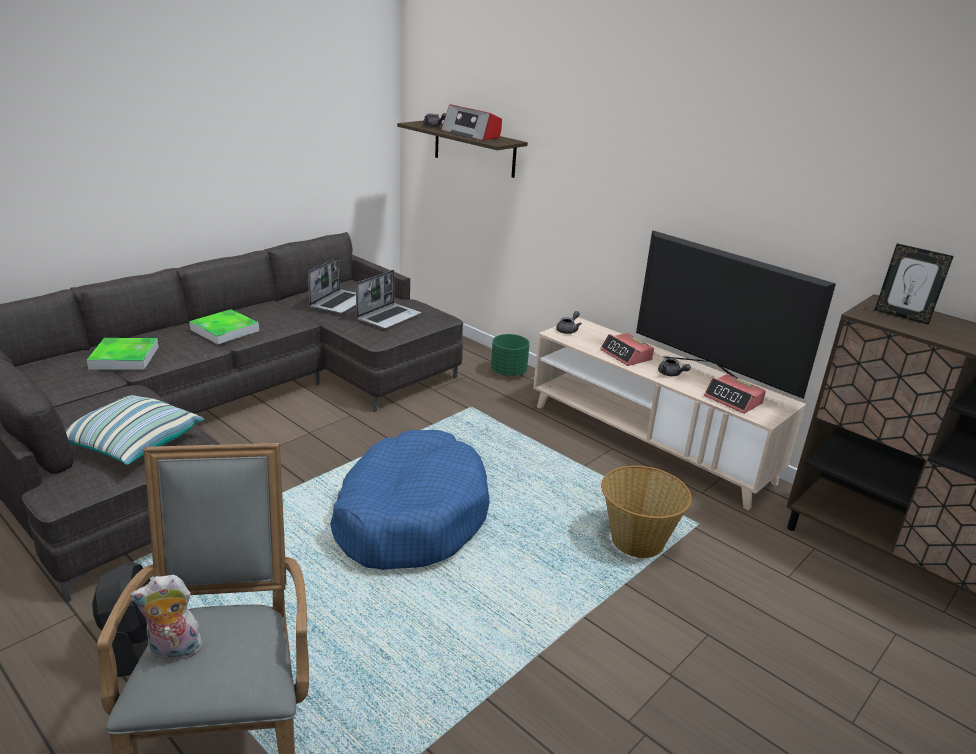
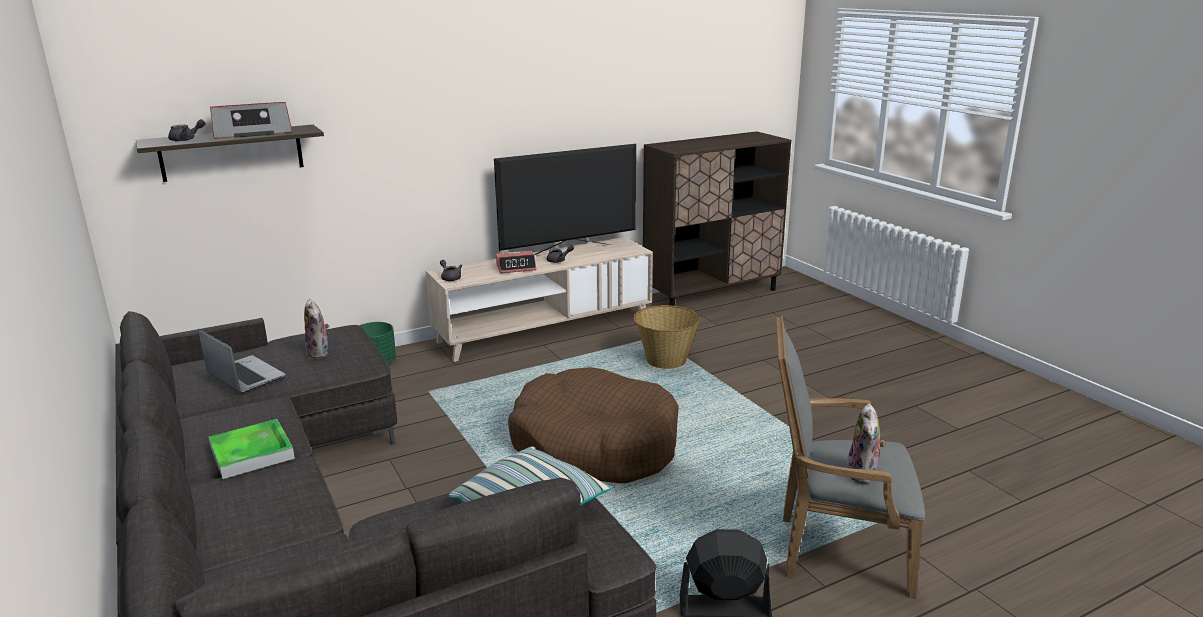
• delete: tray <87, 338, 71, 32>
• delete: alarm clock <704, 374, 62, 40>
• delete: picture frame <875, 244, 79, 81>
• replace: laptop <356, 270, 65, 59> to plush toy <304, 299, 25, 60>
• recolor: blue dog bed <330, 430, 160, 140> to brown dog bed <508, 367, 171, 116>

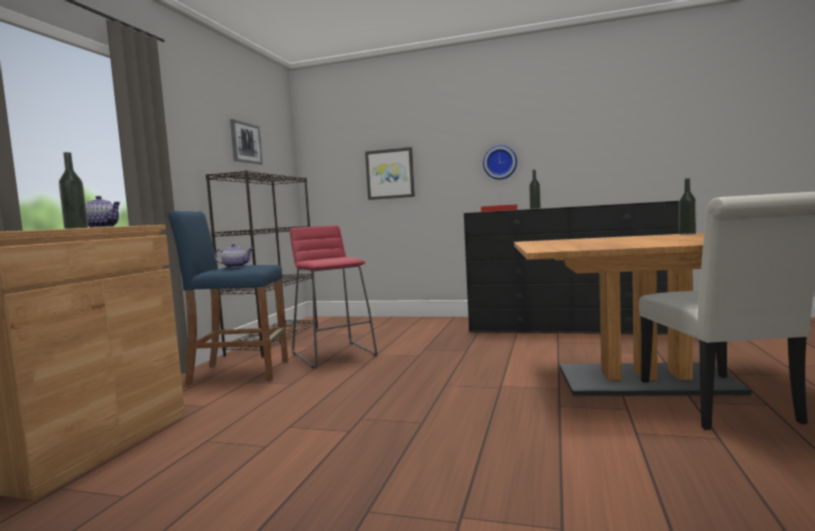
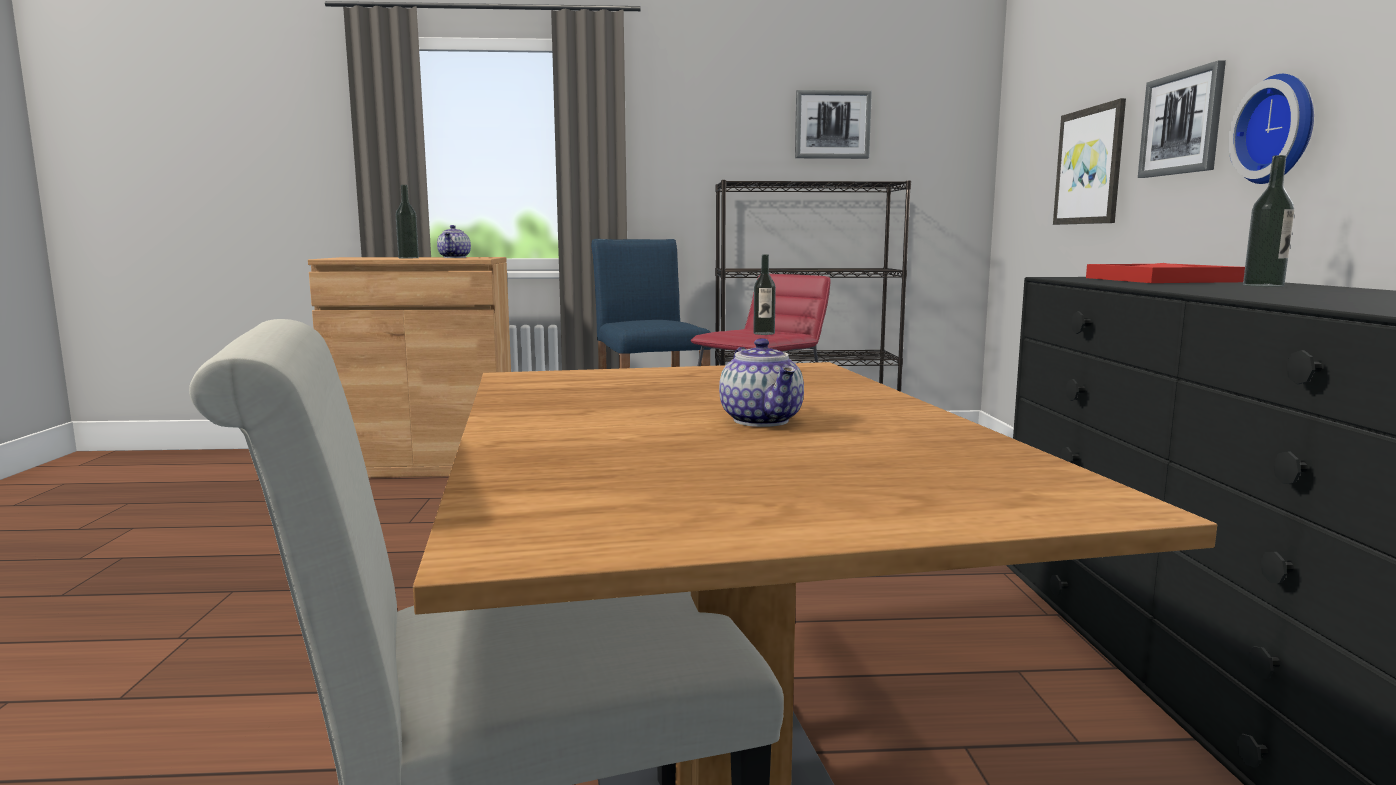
• insert: picture <1138, 60, 88, 118>
• move: teapot <214, 244, 39, 24> to <719, 338, 85, 89>
• move: bottle <679, 178, 17, 57> to <753, 255, 23, 80>

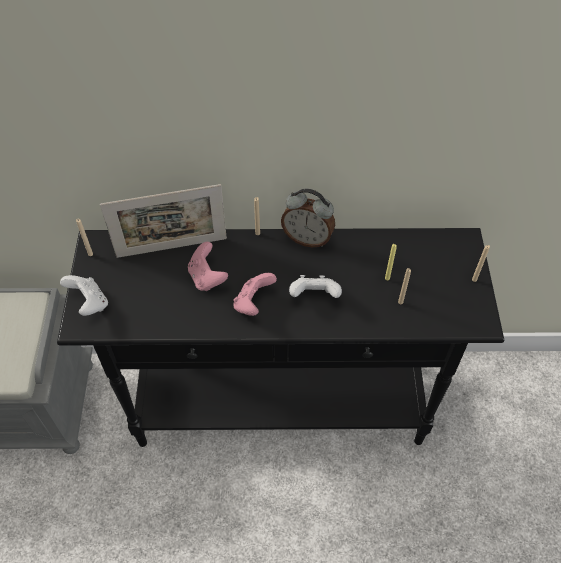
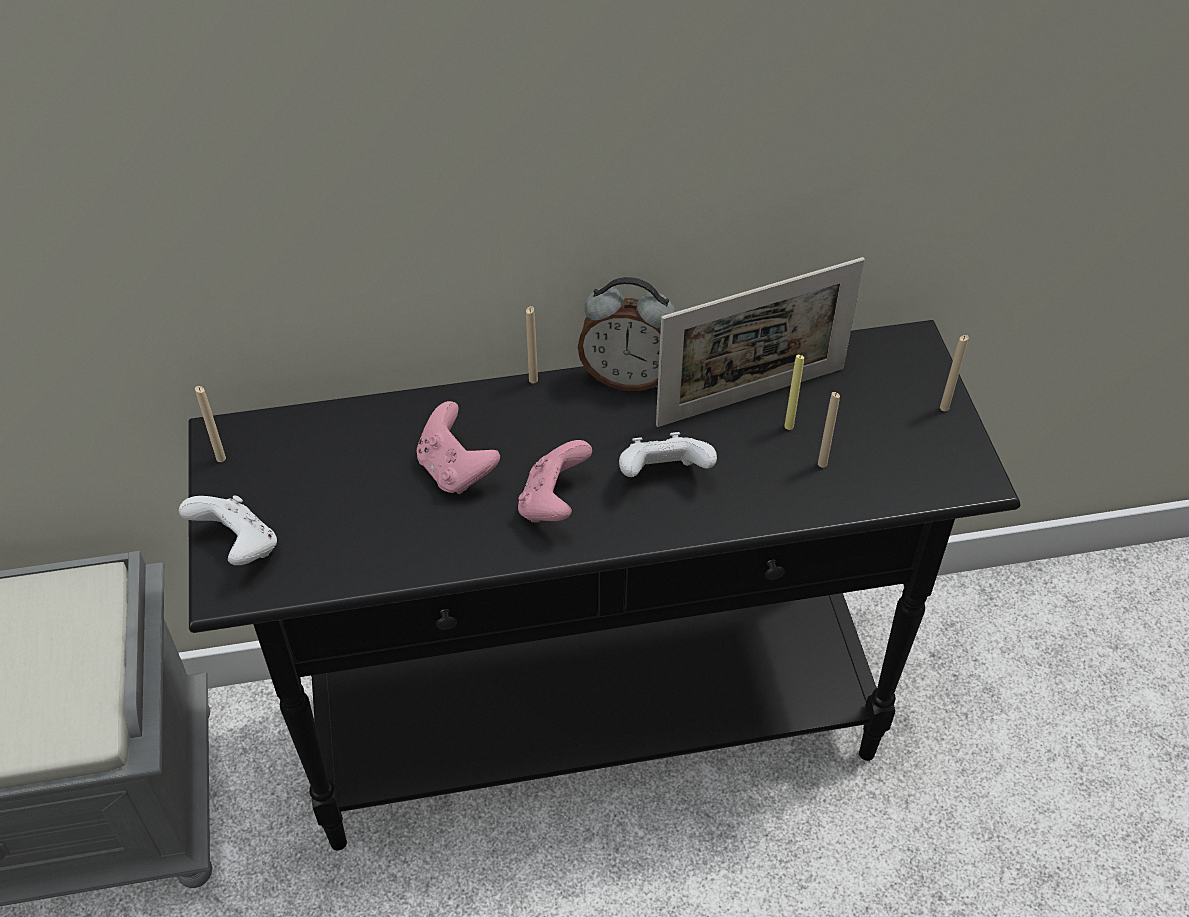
• move: picture frame <100, 184, 127, 74> to <656, 257, 209, 170>

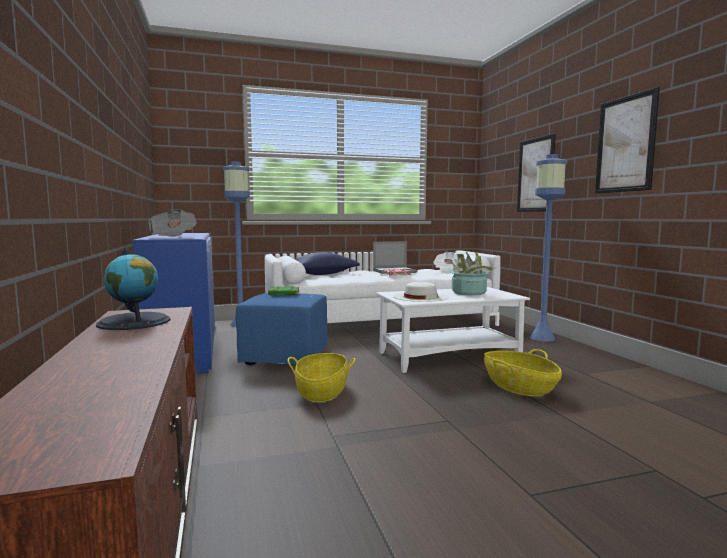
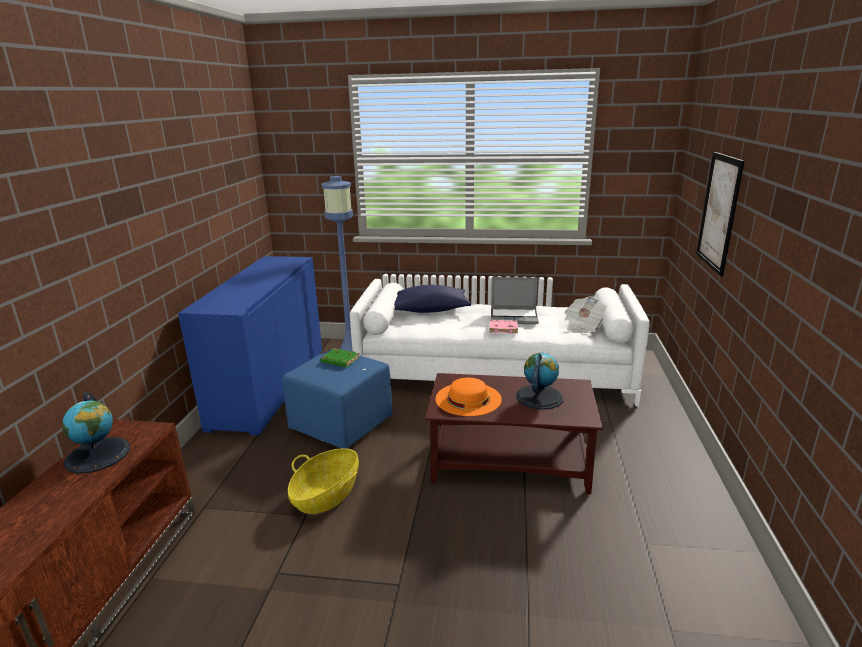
• delete: newspaper <148, 209, 49, 28>
• delete: basket <484, 349, 78, 47>
• delete: blue floor lamp <530, 154, 37, 188>
• delete: picture <595, 87, 65, 107>
• replace: potted plant <450, 252, 47, 44> to globe <516, 353, 48, 57>
• recolor: white coffee table <376, 287, 154, 86> to brown coffee table <425, 373, 178, 121>
• recolor: white hat <393, 282, 56, 20> to orange hat <436, 378, 66, 38>

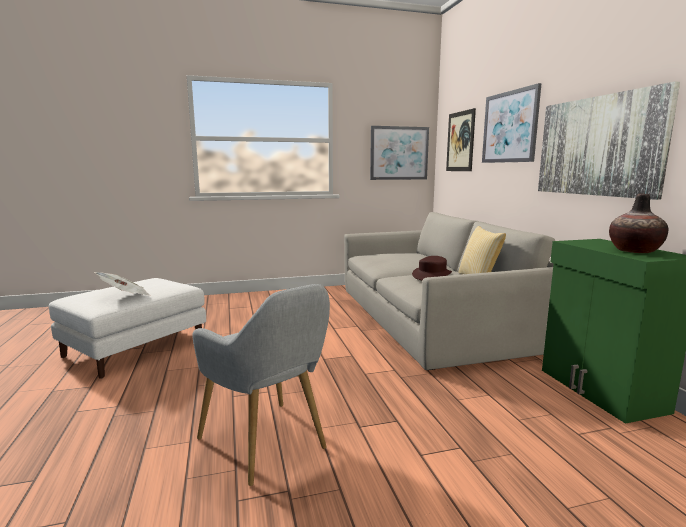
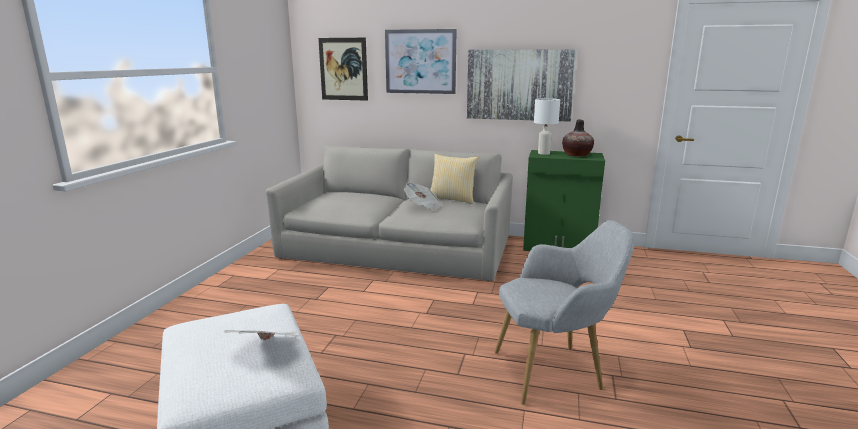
• delete: picture <370, 126, 59, 54>
• insert: white table lamp <534, 98, 26, 57>
• replace: brown hat <412, 256, 40, 25> to newspaper <404, 183, 37, 28>

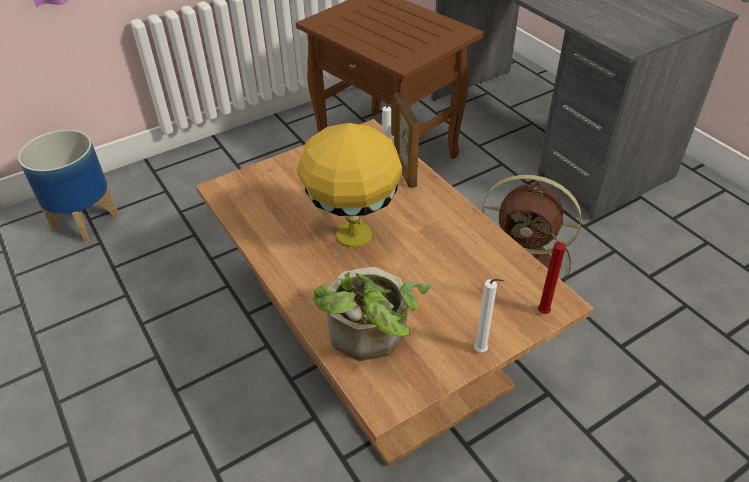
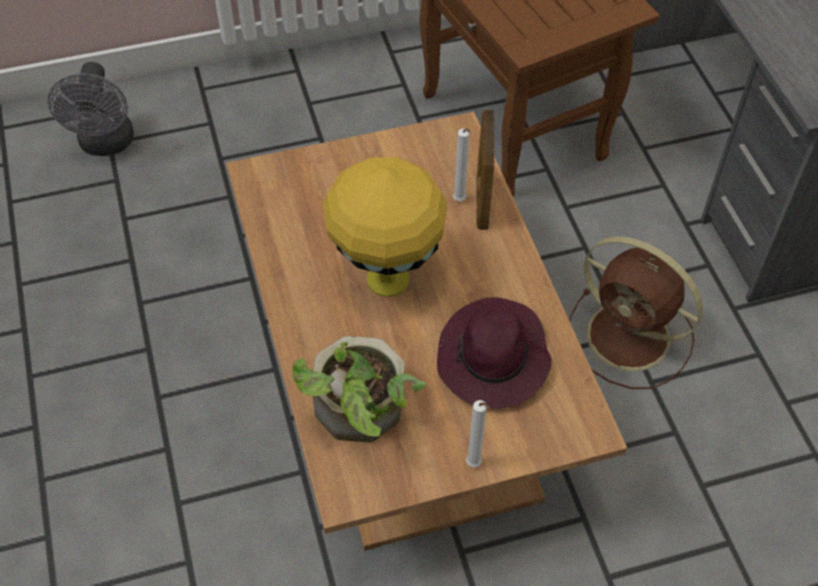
• delete: red candle <538, 233, 28, 81>
• insert: purple hat <437, 298, 114, 111>
• replace: planter <18, 130, 101, 113> to grey fan <48, 62, 86, 94>

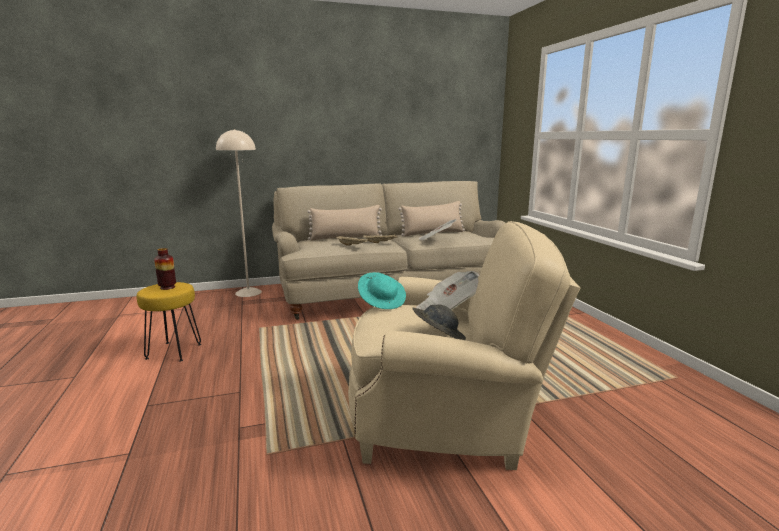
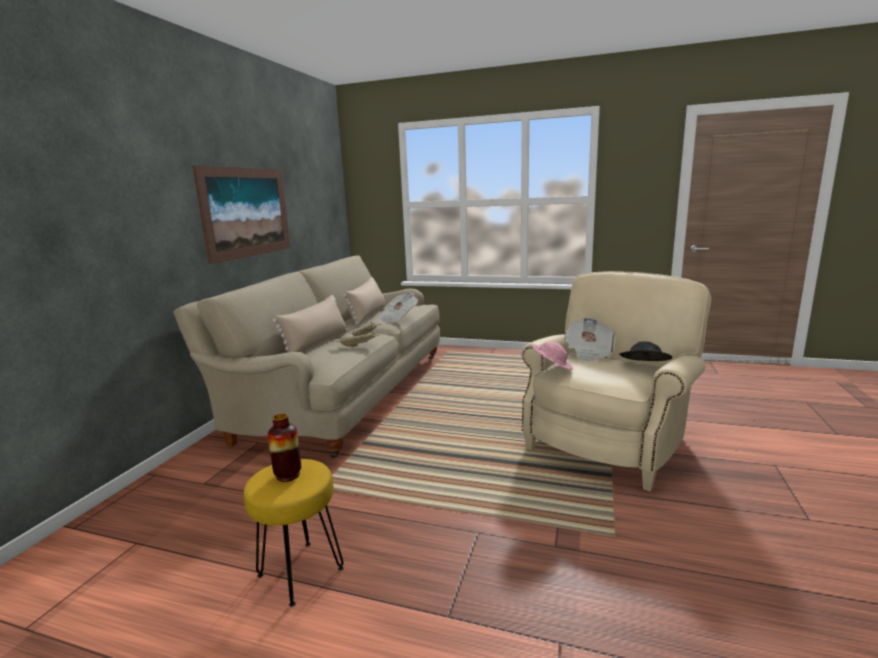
• delete: beige floor lamp <216, 129, 46, 168>
• insert: picture <192, 165, 99, 99>
• recolor: turquoise hat <358, 272, 48, 37> to pink hat <531, 342, 42, 28>

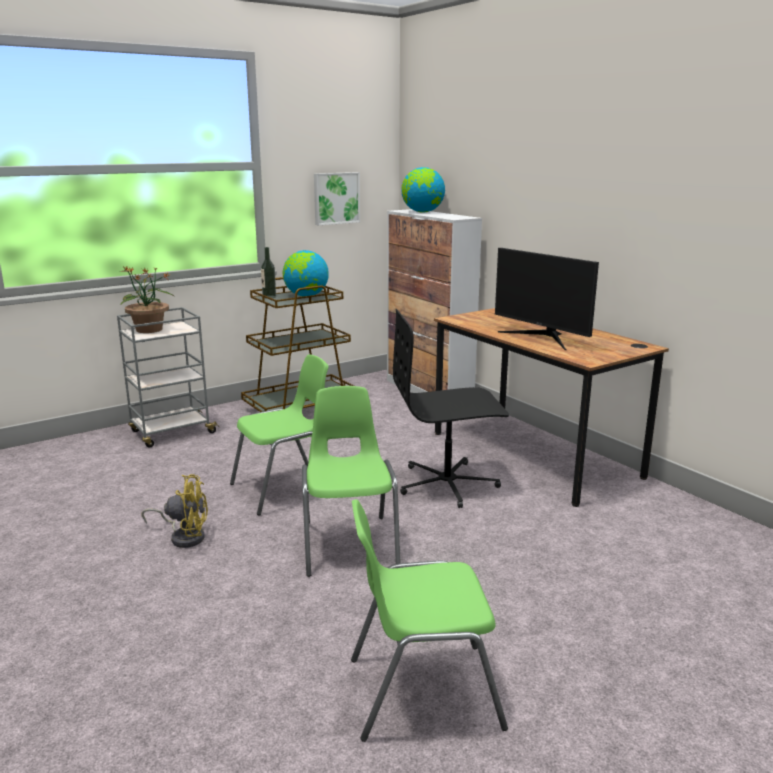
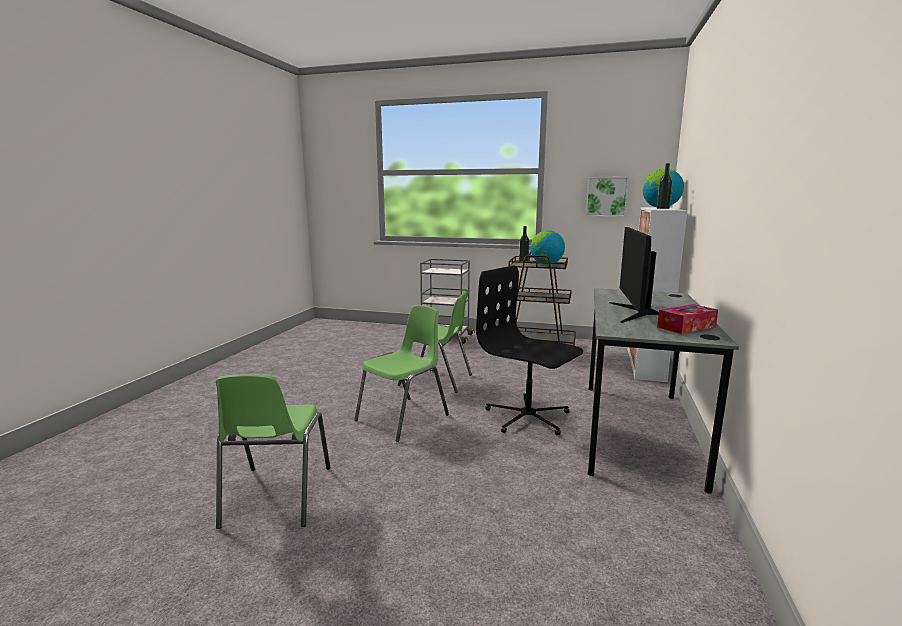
• delete: potted plant <120, 267, 55, 66>
• delete: yellow fan <141, 474, 67, 74>
• insert: bottle <657, 163, 15, 46>
• insert: tissue box <657, 304, 61, 30>
• recolor: brown desk <434, 308, 235, 199> to grey desk <587, 288, 152, 206>
• rotate: green chair <351, 499, 157, 243> = <216, 374, 114, 155> 135 degrees counterclockwise

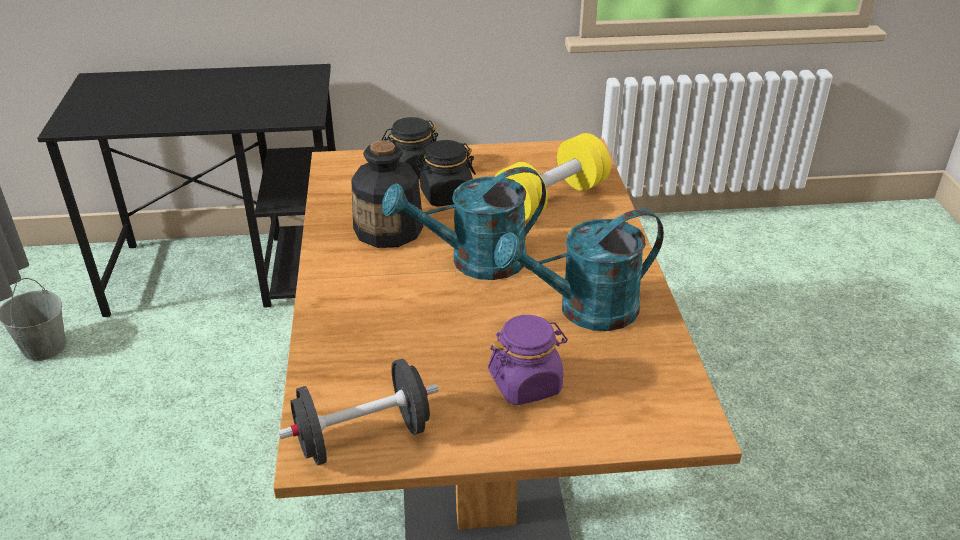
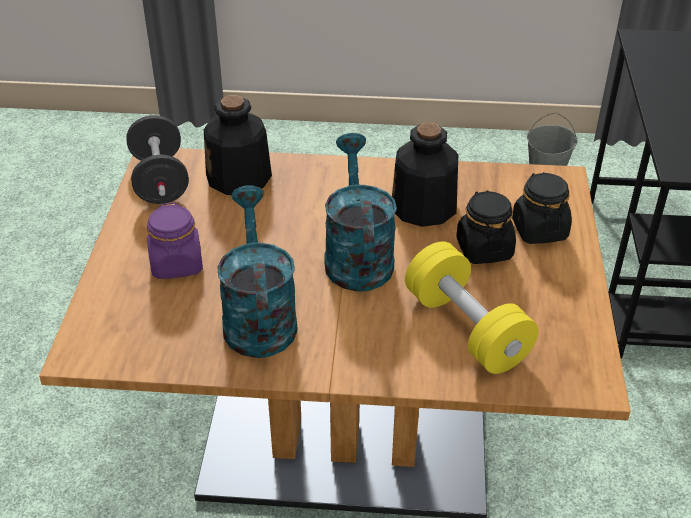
• insert: bottle <204, 95, 68, 100>

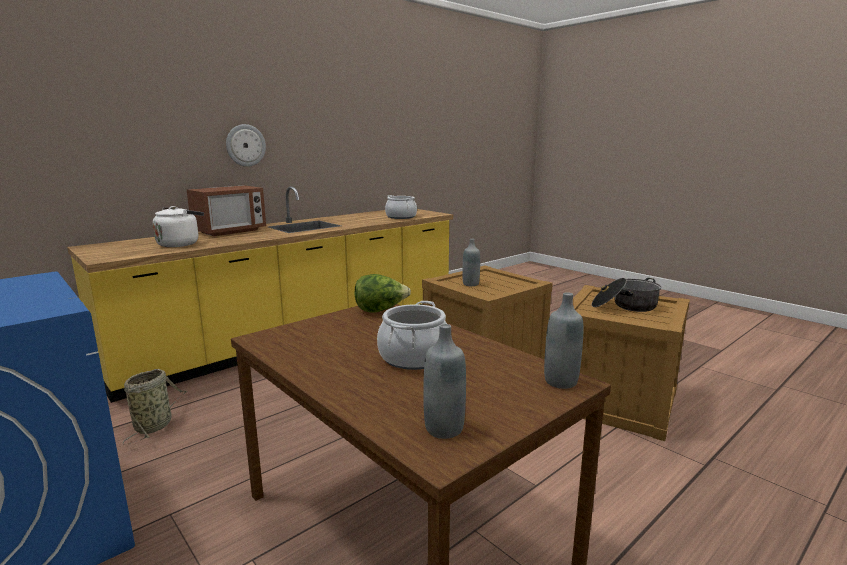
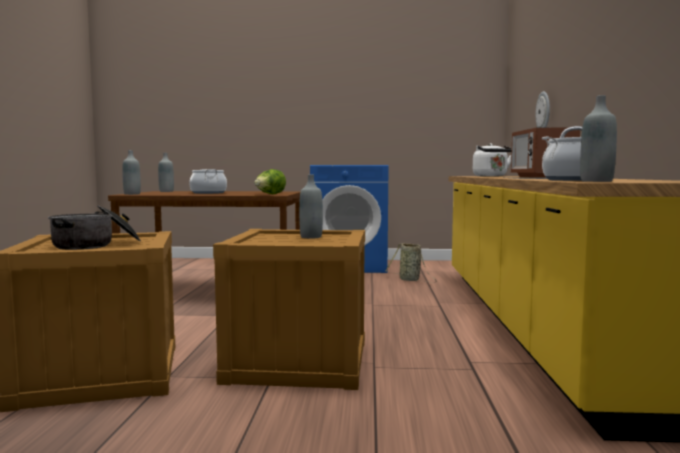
• insert: grey bottle <580, 95, 37, 87>
• move: wall clock <226, 124, 40, 43> to <536, 91, 14, 37>

